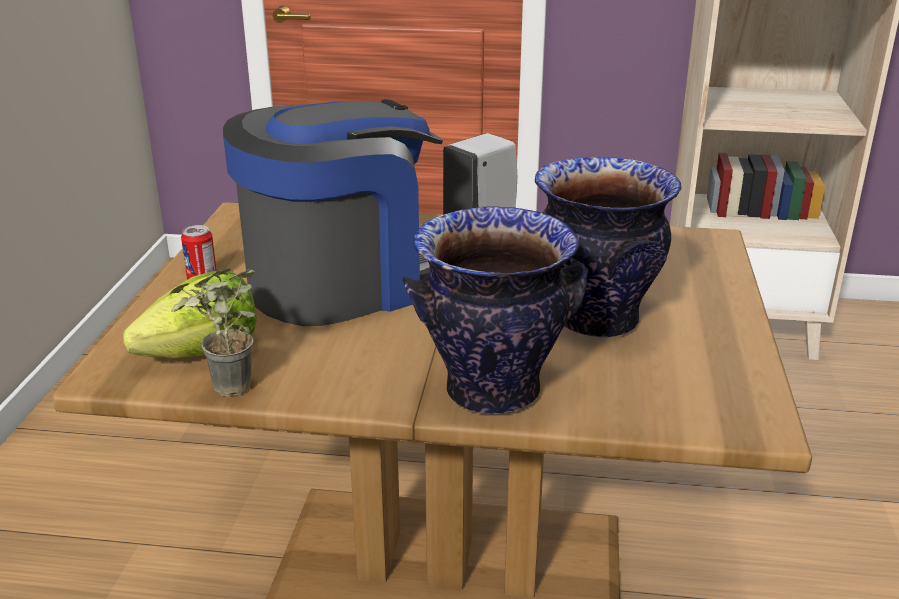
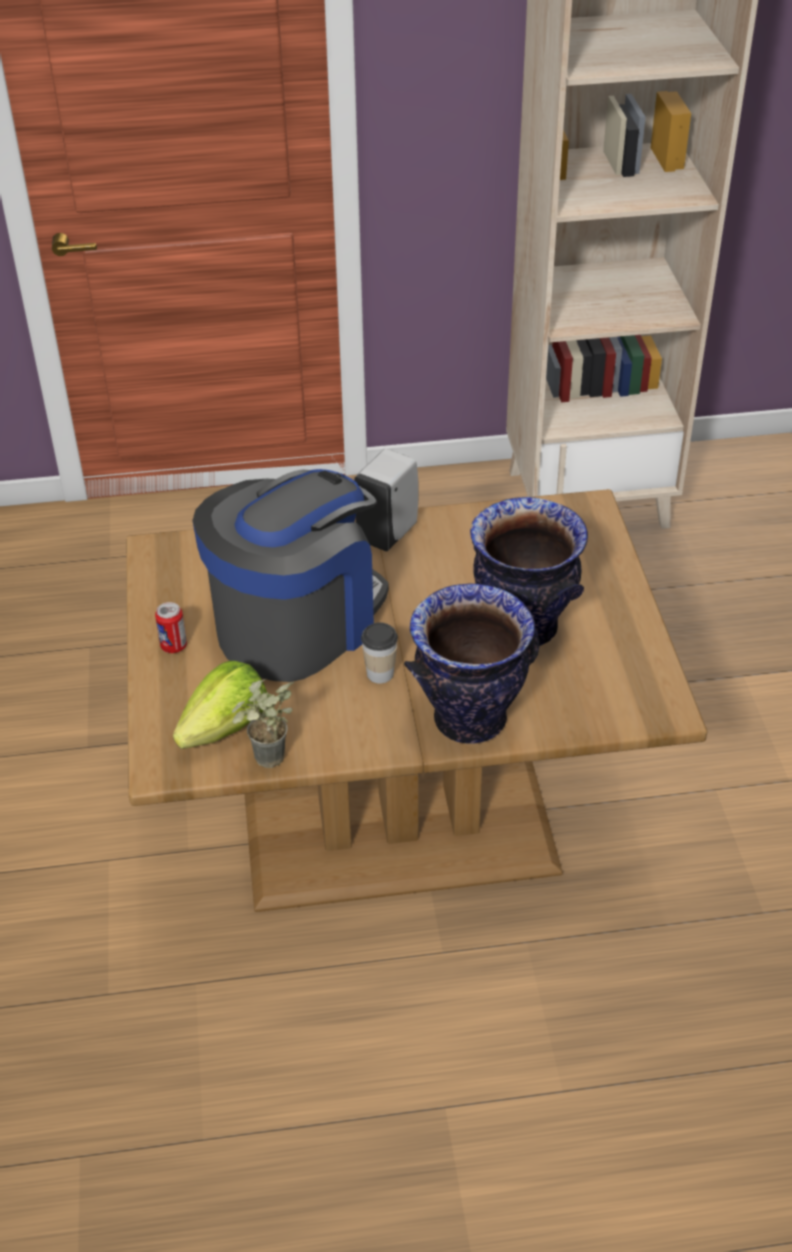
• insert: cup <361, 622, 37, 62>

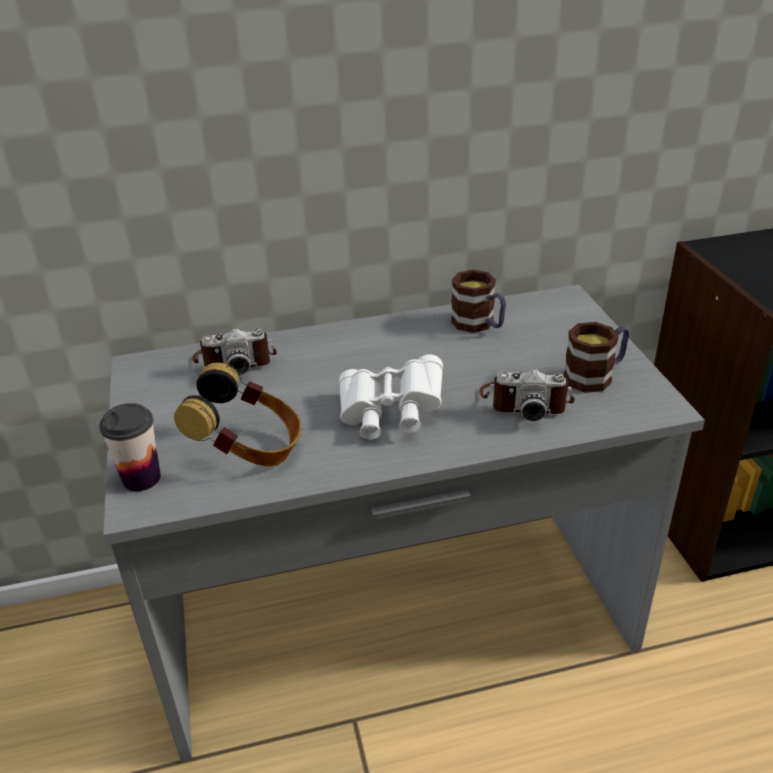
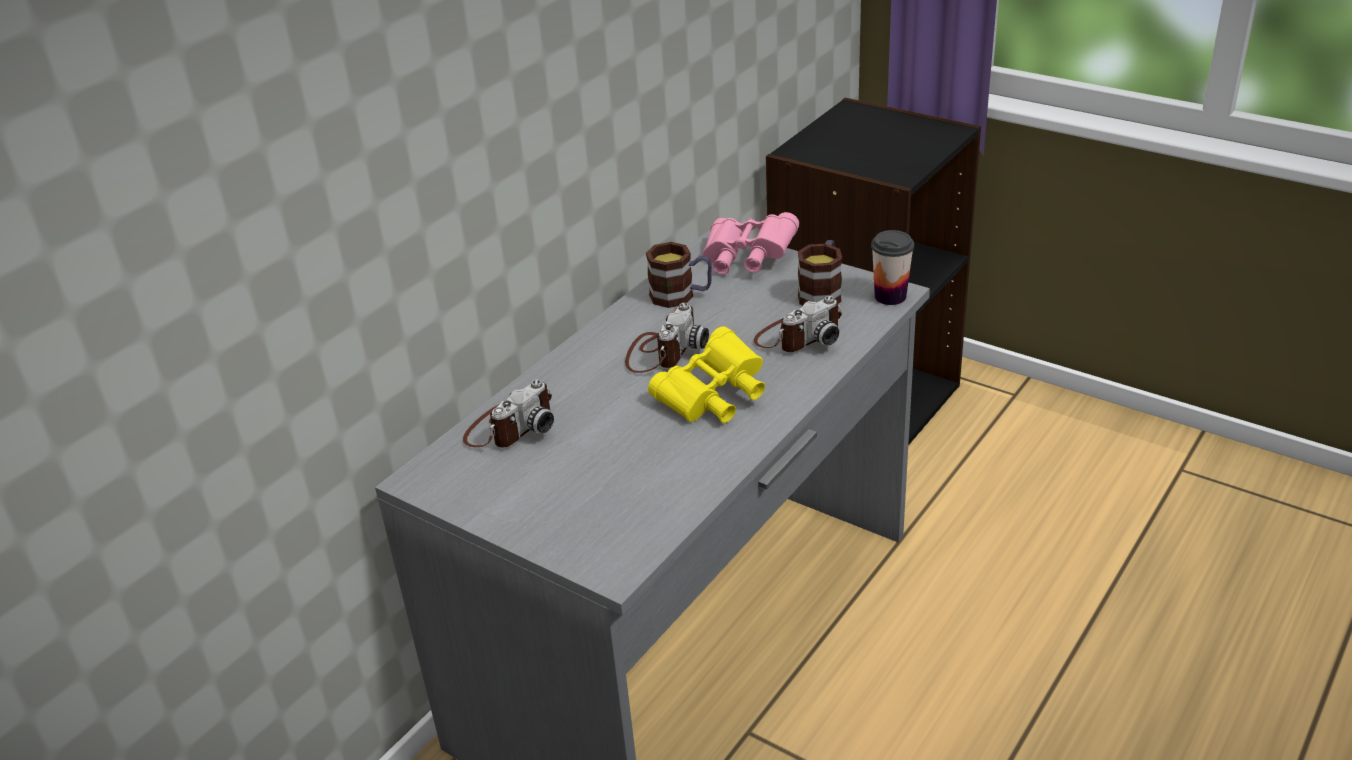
• delete: headphones <174, 363, 127, 103>
• insert: photo camera <625, 303, 84, 70>
• insert: pink binoculars <703, 212, 96, 63>
• move: cup <99, 403, 62, 88> to <871, 230, 43, 75>
• recolor: white binoculars <338, 354, 106, 86> to yellow binoculars <648, 326, 117, 97>

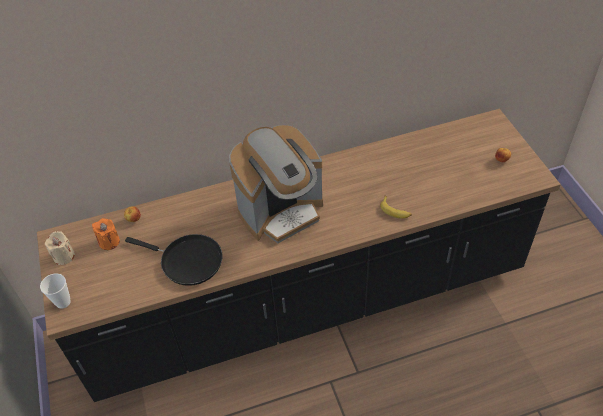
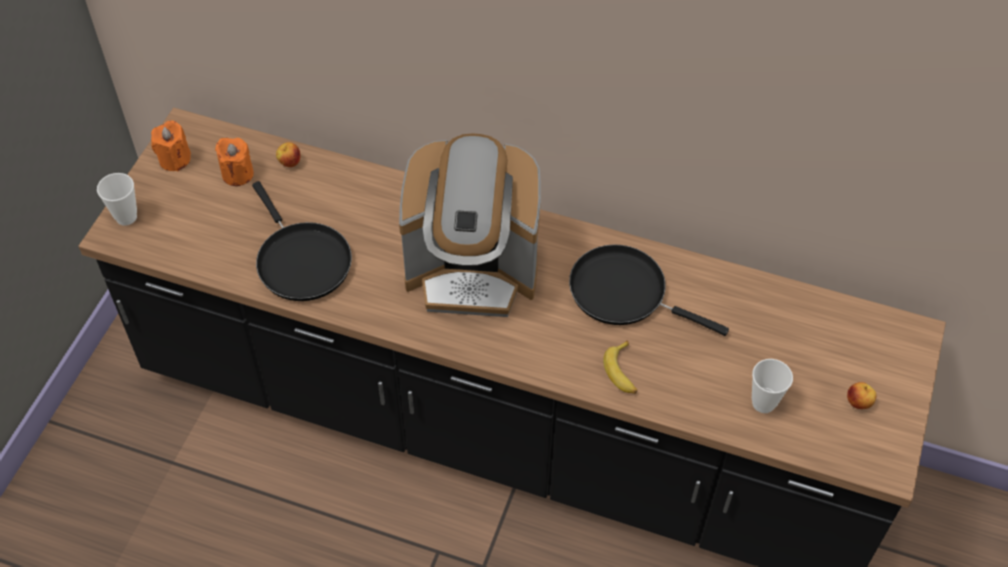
• insert: black frying pan <569, 244, 160, 92>
• insert: cup <752, 359, 41, 54>
• recolor: beige candle <45, 231, 30, 34> to orange candle <151, 120, 40, 51>

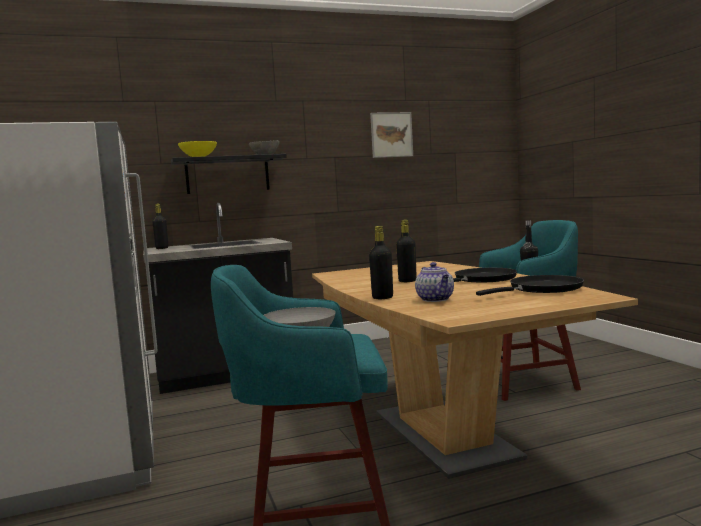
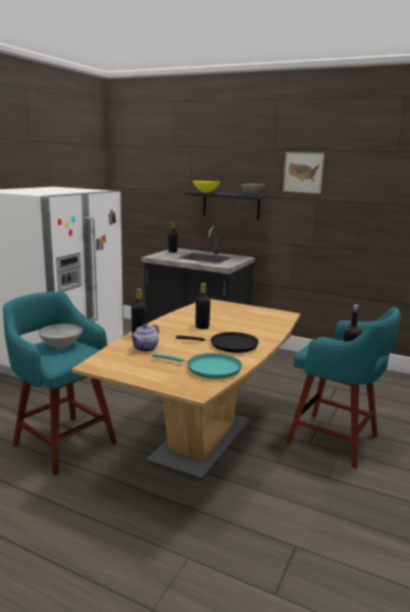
• move: picture <370, 112, 43, 46> to <283, 152, 42, 42>
• recolor: black frying pan <476, 275, 108, 21> to turquoise frying pan <152, 353, 90, 26>

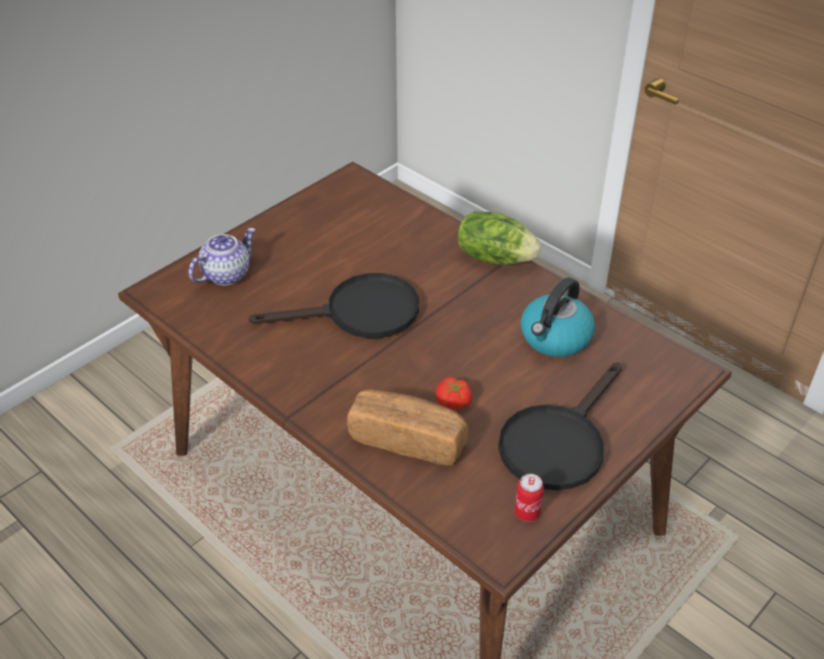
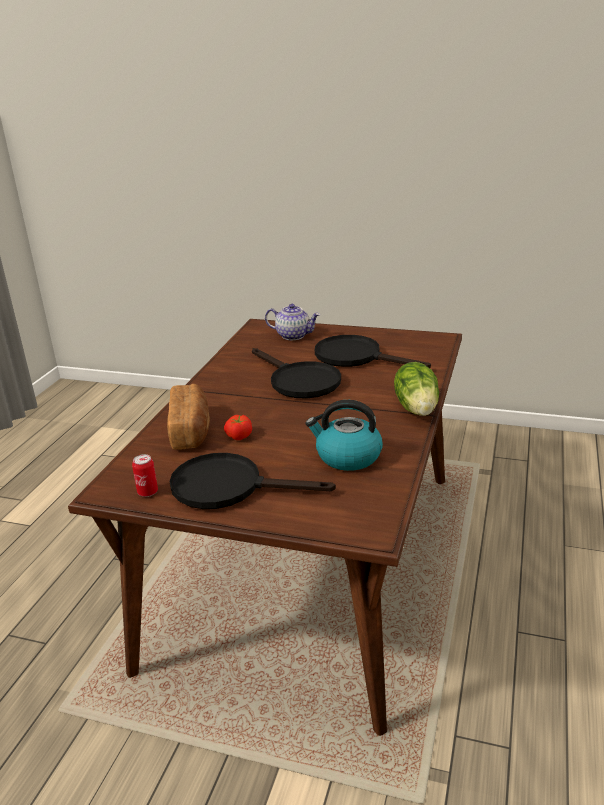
• insert: black frying pan <315, 335, 116, 33>

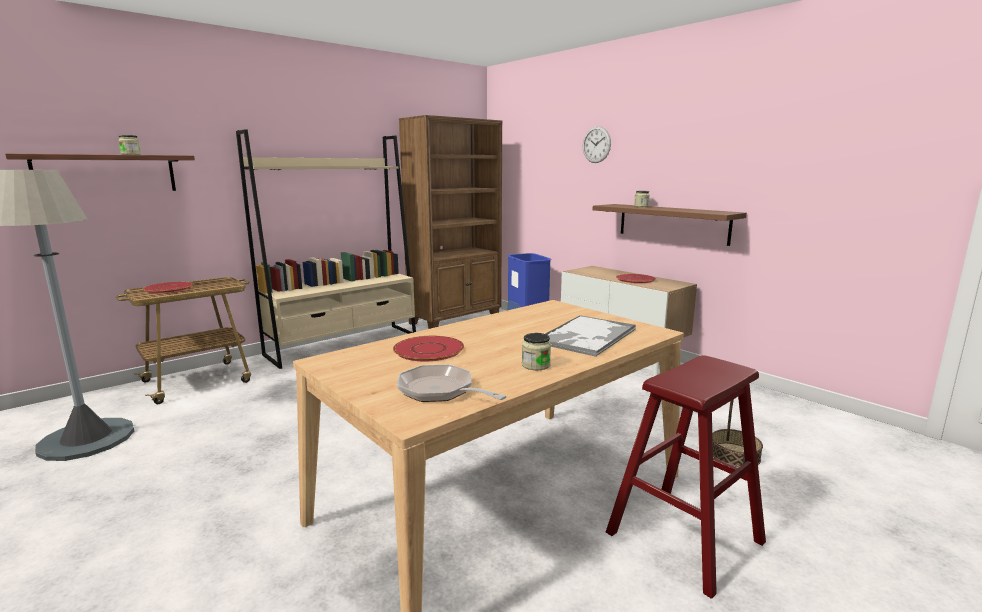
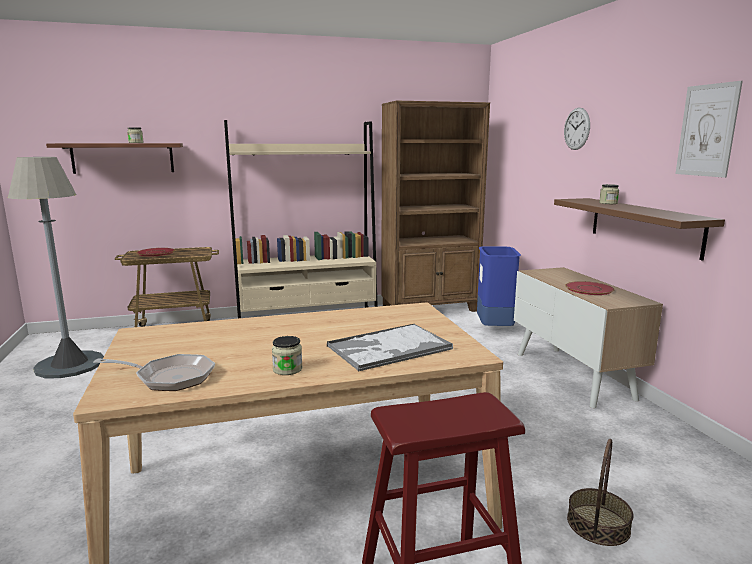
• delete: red plate <393, 336, 71, 25>
• insert: picture <675, 81, 68, 97>
• rotate: frying pan <397, 365, 110, 37> = <93, 354, 122, 37> 120 degrees clockwise

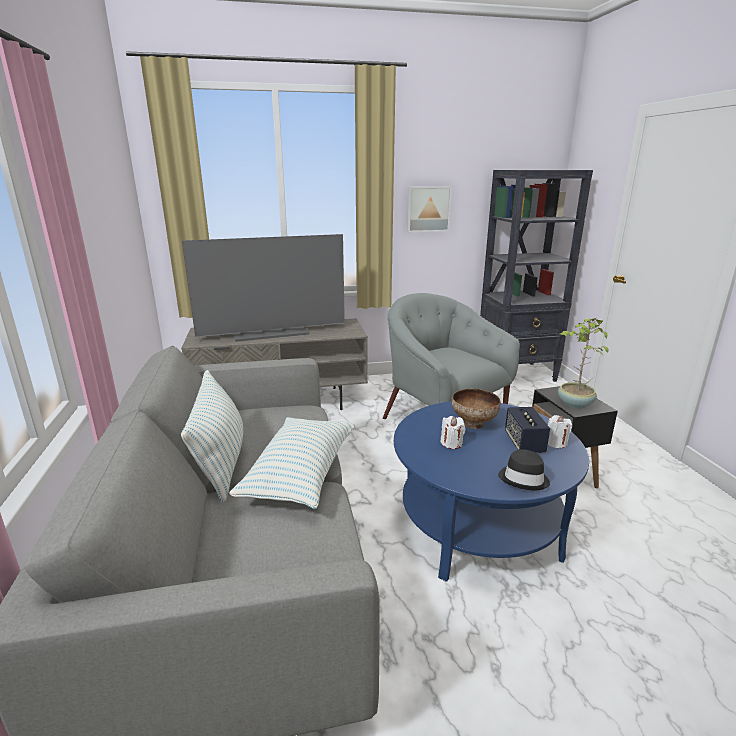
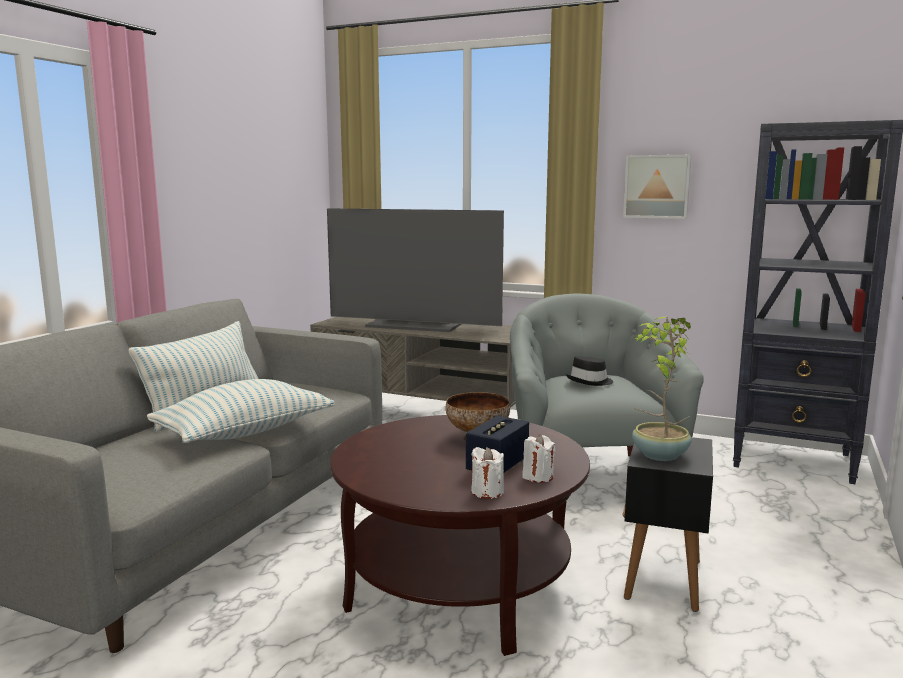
• move: white candle <441, 416, 24, 33> to <471, 447, 33, 52>
• move: black hat <498, 449, 52, 41> to <566, 356, 47, 30>
• recolor: blue coffee table <394, 401, 195, 181> to brown coffee table <330, 415, 260, 241>

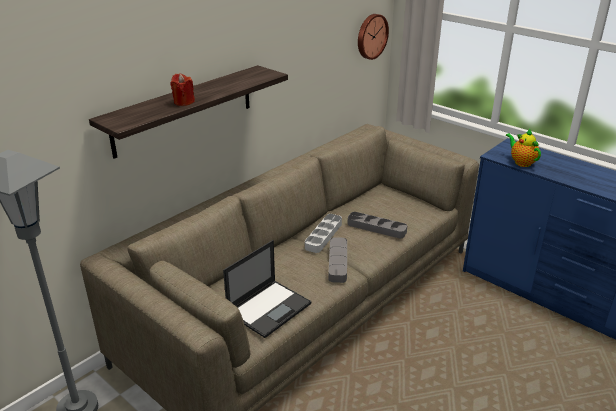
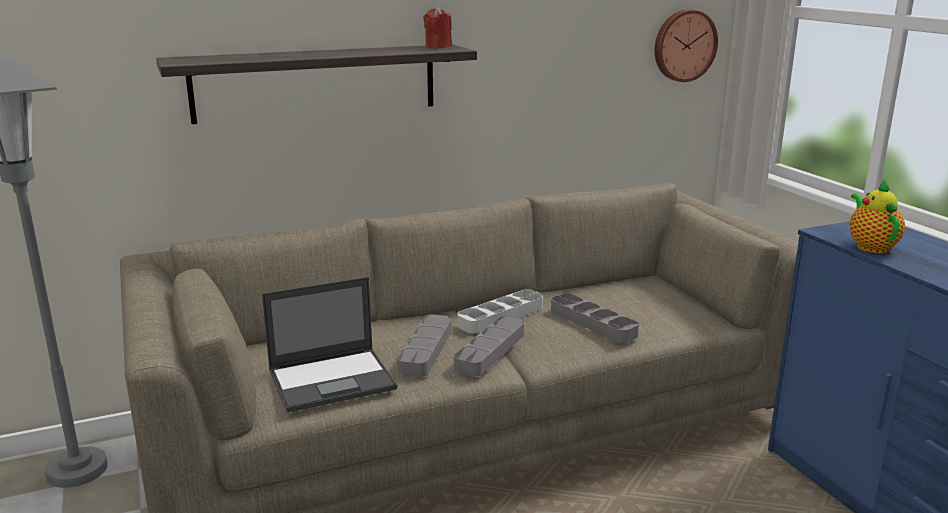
• insert: grey tray <397, 315, 55, 62>
• move: red candle <170, 73, 25, 33> to <424, 6, 28, 42>

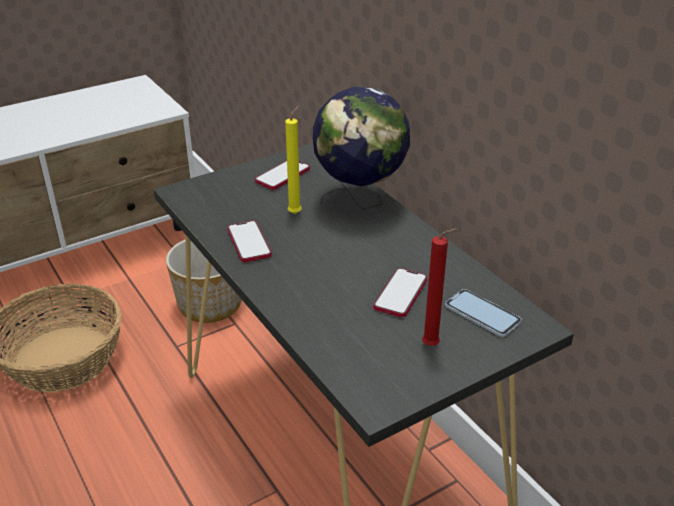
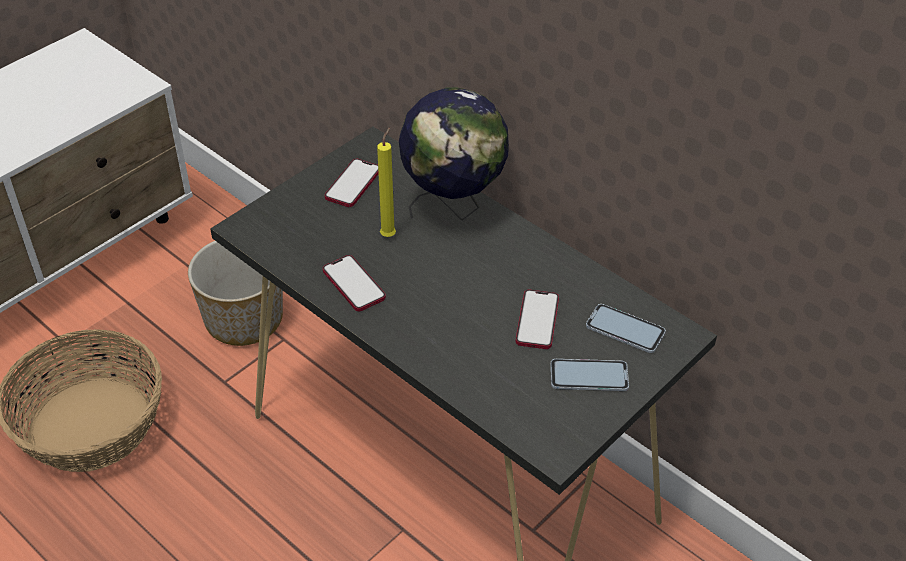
• replace: red candle <422, 228, 36, 118> to phone <550, 359, 79, 32>

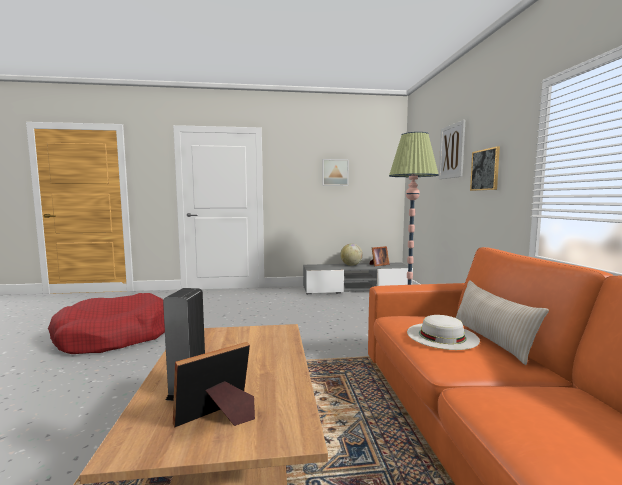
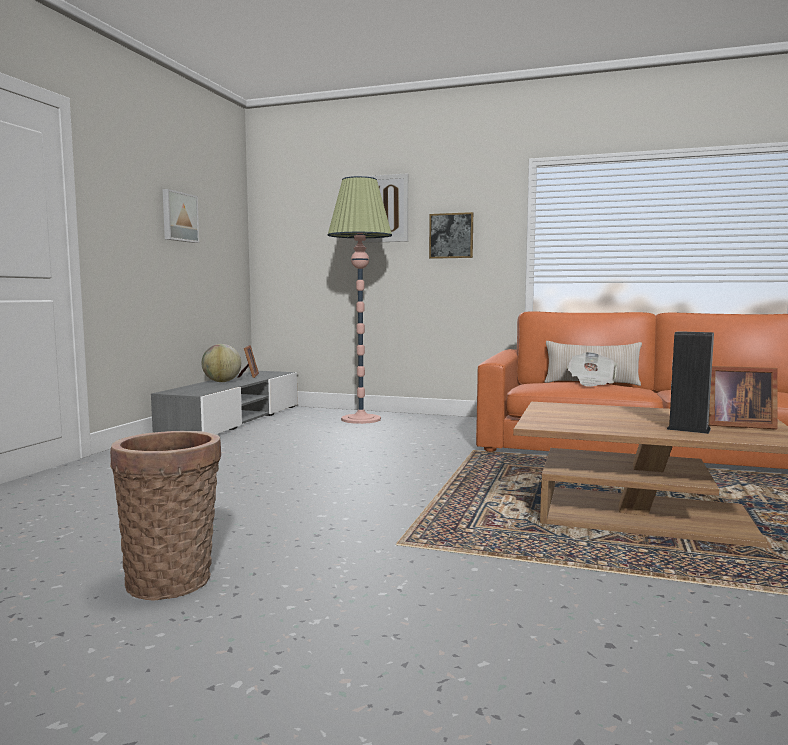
• replace: red dog bed <48, 293, 117, 61> to basket <110, 431, 111, 169>
• replace: white hat <407, 315, 73, 35> to newspaper <567, 352, 51, 35>
• rotate: picture frame <173, 342, 82, 85> = <709, 366, 69, 63> 60 degrees counterclockwise

